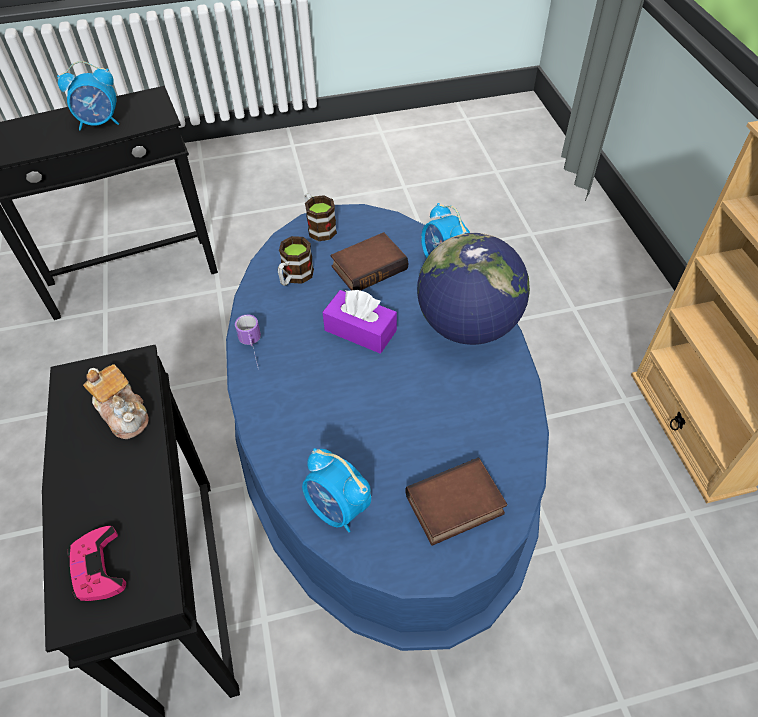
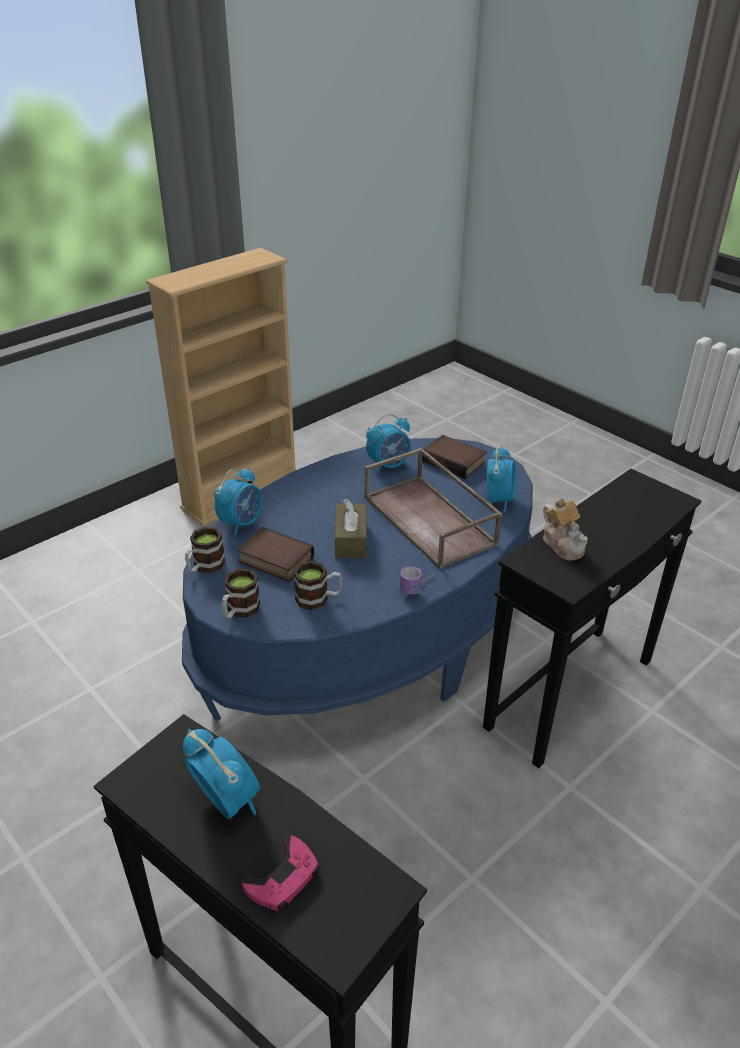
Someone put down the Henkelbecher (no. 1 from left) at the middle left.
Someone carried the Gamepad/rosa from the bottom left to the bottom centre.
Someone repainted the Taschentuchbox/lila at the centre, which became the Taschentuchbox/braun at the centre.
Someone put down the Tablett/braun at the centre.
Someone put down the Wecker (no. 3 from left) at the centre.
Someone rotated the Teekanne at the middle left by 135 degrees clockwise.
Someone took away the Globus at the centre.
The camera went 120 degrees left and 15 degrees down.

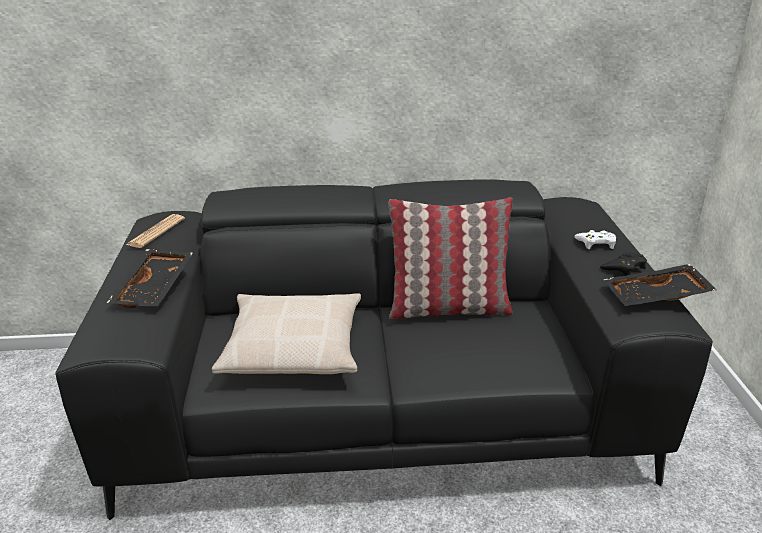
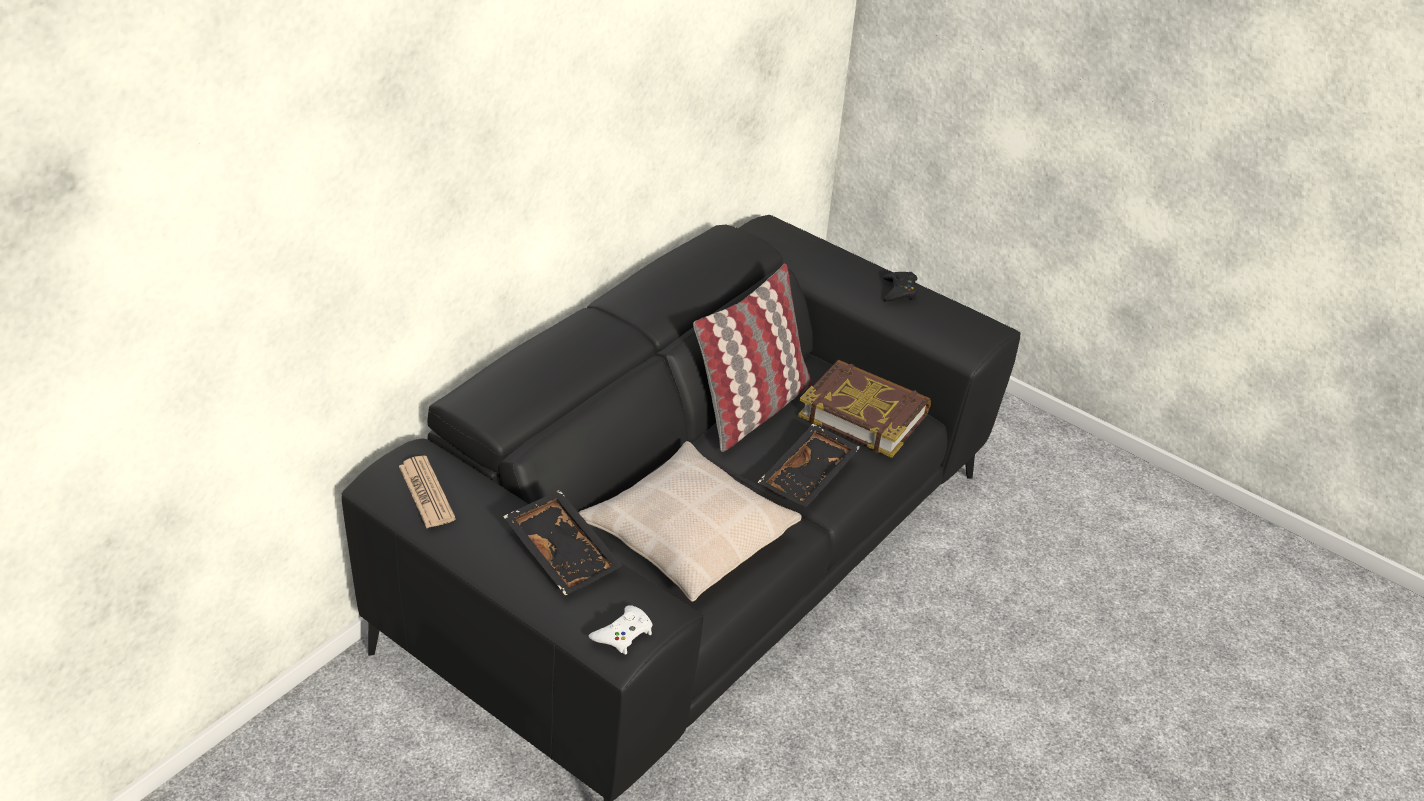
Someone carried the Gamepad/weiß from the middle right to the bottom centre.
Someone carried the Tablett/schwarz (no. 2 from left) from the middle right to the centre.
Someone put down the Buch at the centre.
The camera went 50 degrees left and 10 degrees up.

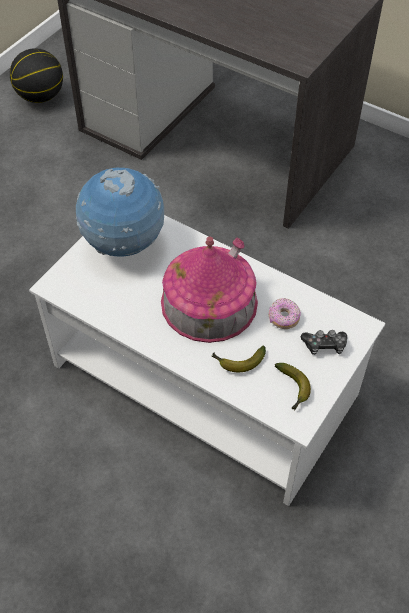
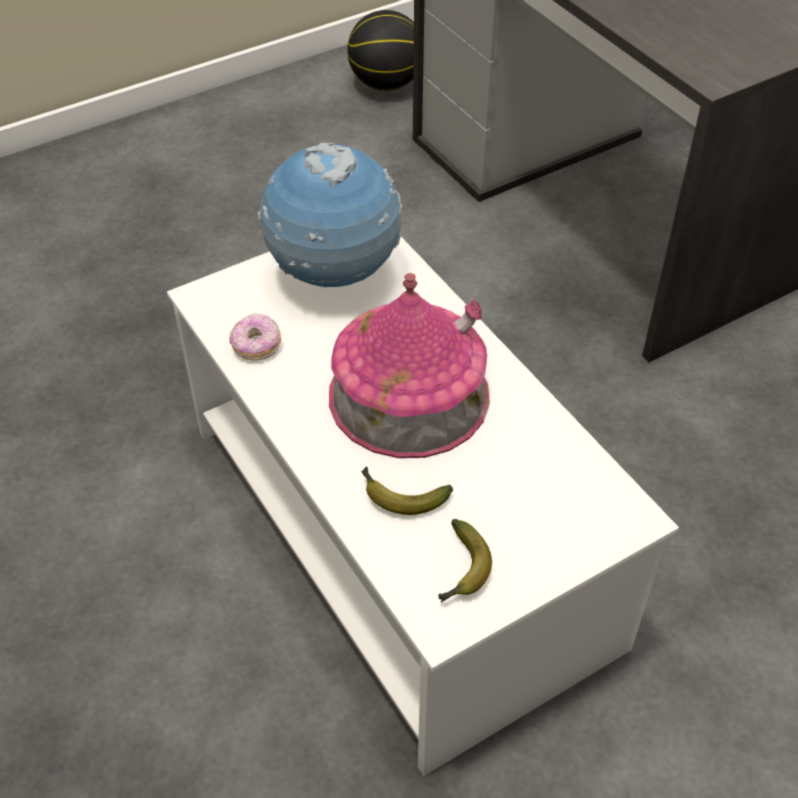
Someone carried the Donut from the middle right to the middle left.
Someone took away the Gamepad at the middle right.
The camera went 25 degrees right and 5 degrees down.

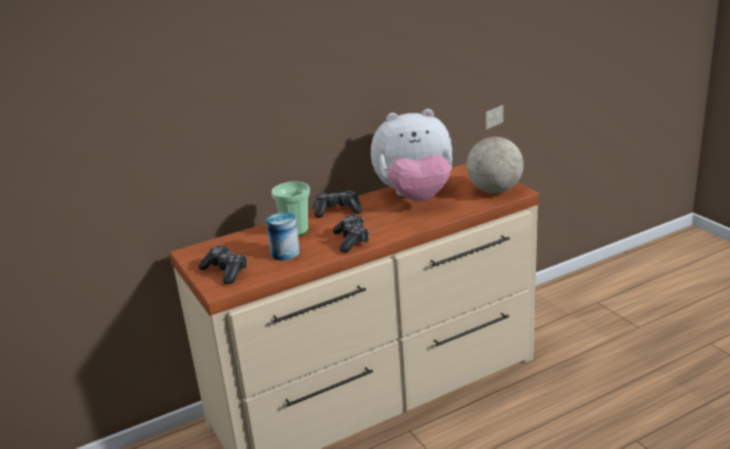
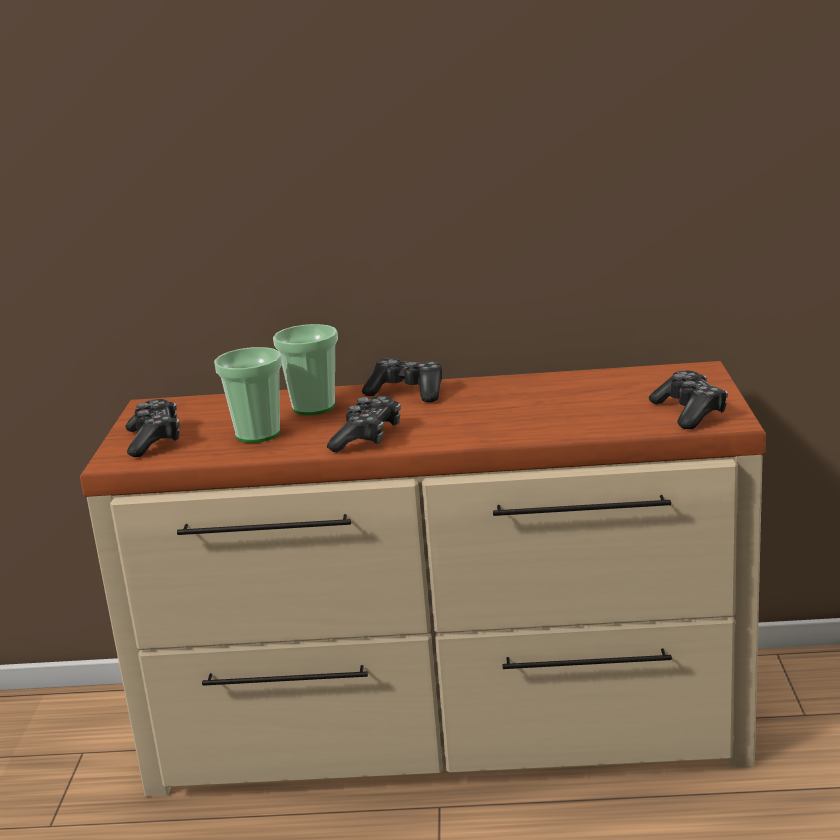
Someone swapped the Dose at the centre for the Tasse (no. 1 from left) at the middle left.
Someone swapped the Globus at the top right for the Gamepad (no. 4 from left) at the middle right.
Someone took away the Plüschtier at the centre.
The camera went 30 degrees right and 5 degrees down.

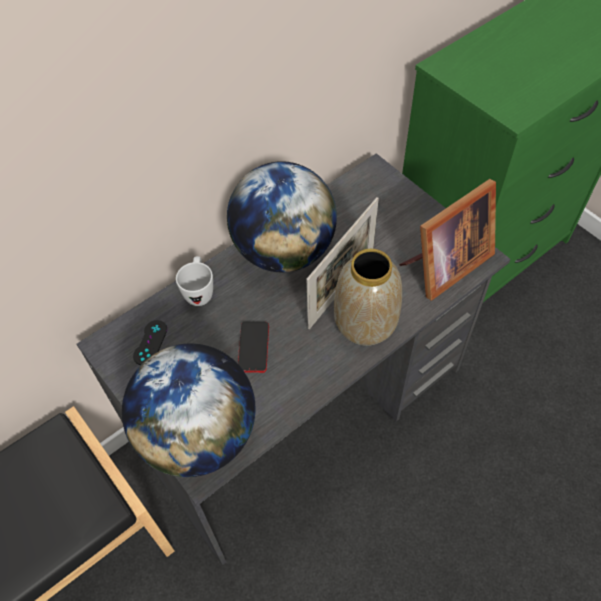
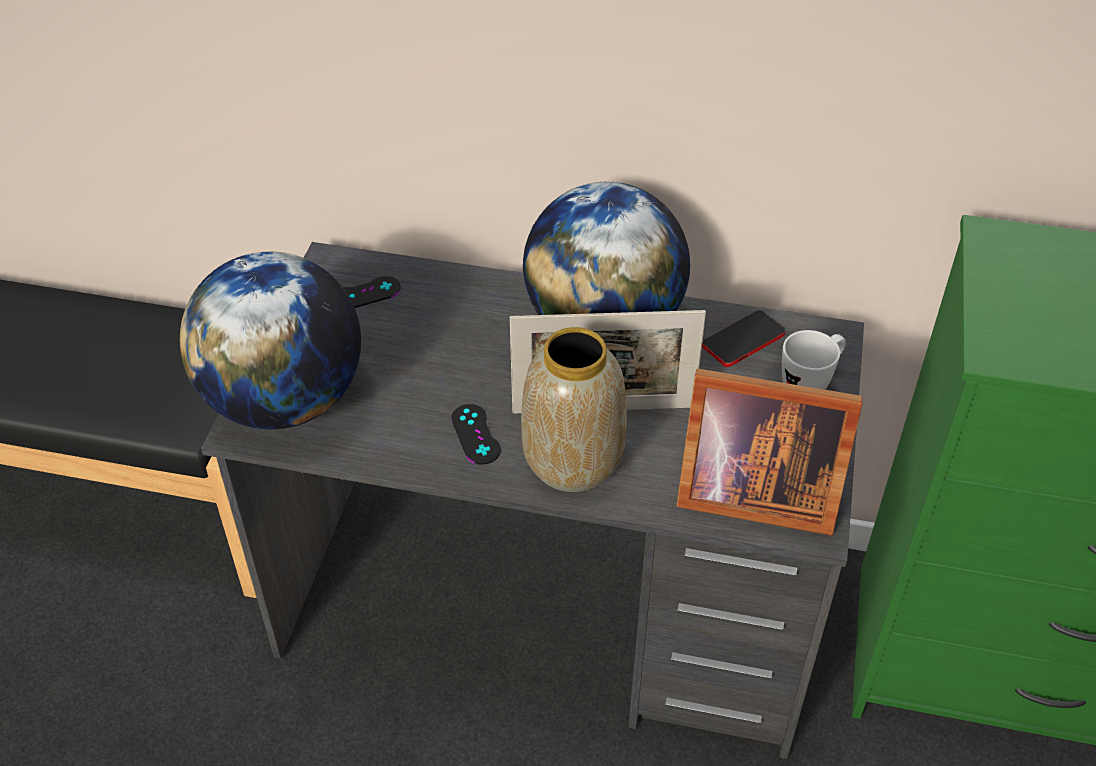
Someone put down the Gamepad/schwarz (no. 2 from left) at the centre.
Someone carried the Handy from the centre to the middle right.
Someone carried the Henkelbecher/weiß from the middle left to the middle right.
The camera went 50 degrees right and 10 degrees down.

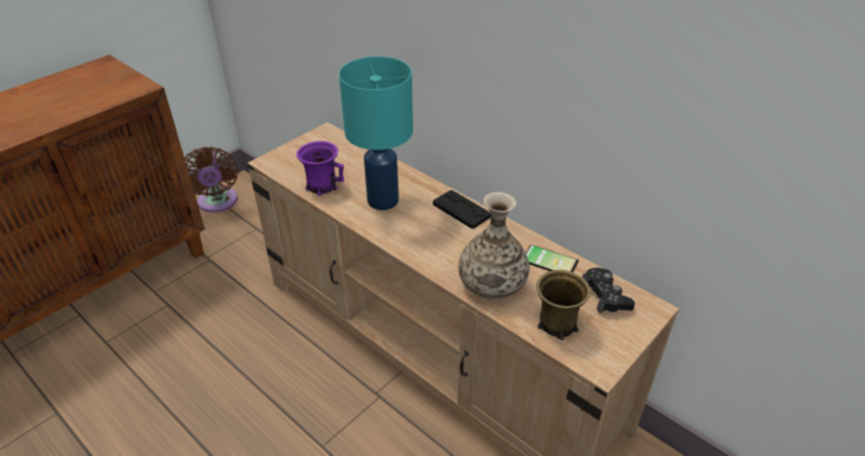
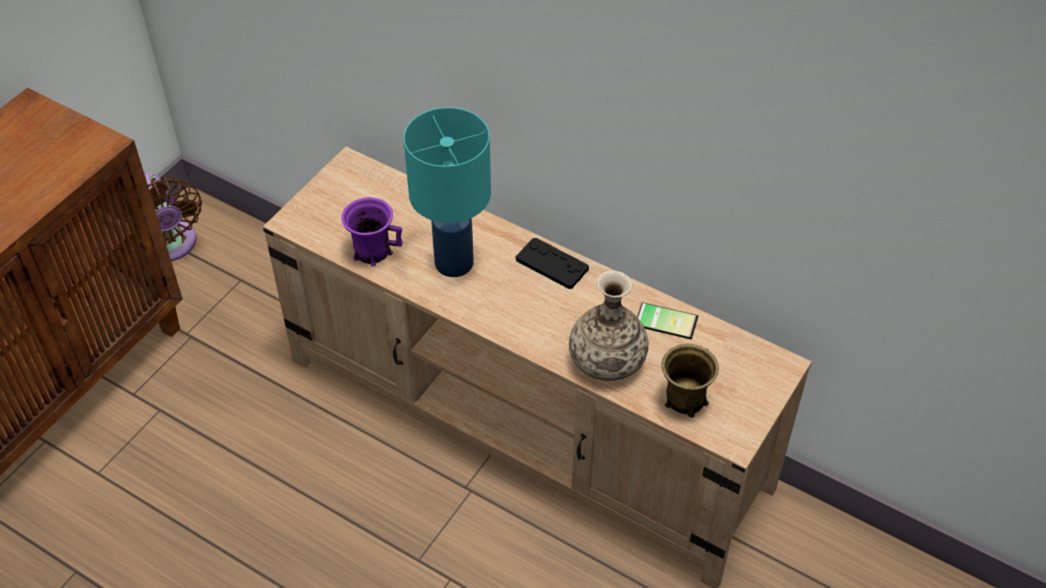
Someone took away the Gamepad/schwarz (no. 2 from left) at the middle right.
The camera went 10 degrees left and 10 degrees up.

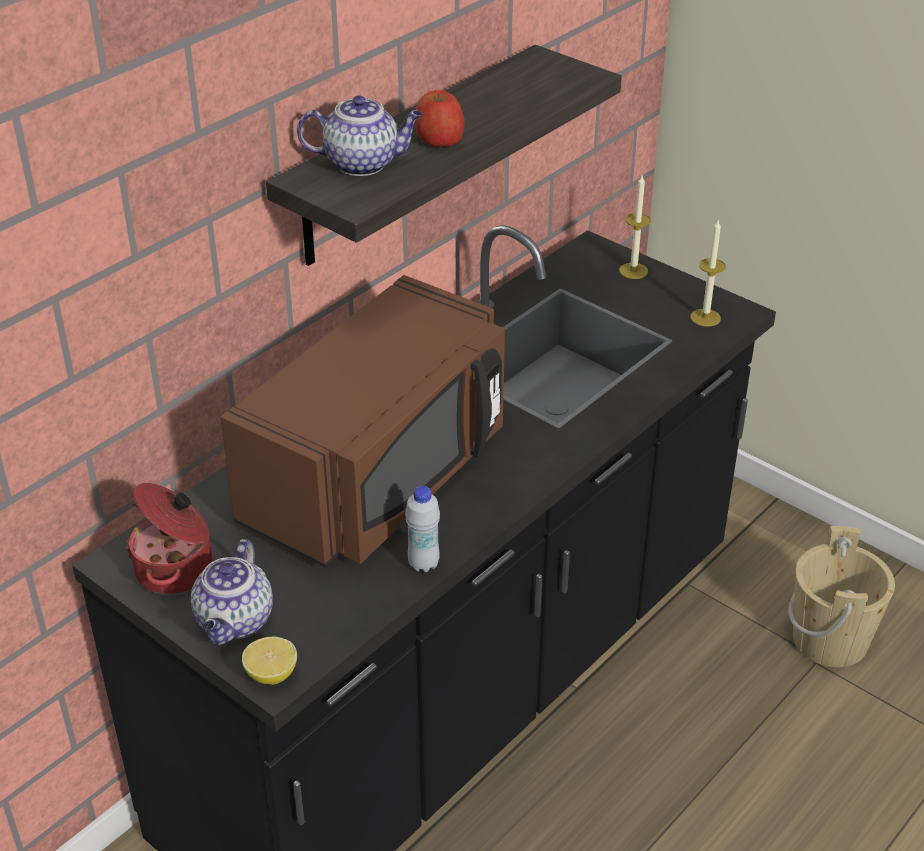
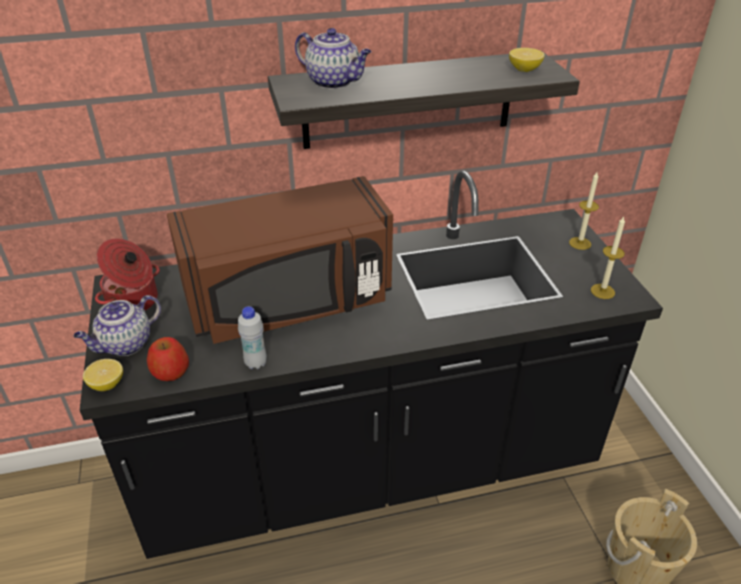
Someone carried the Apfel from the top centre to the middle left.
Someone put down the Zitrone (no. 2 from left) at the top right.
The camera went 35 degrees right and 0 degrees up.

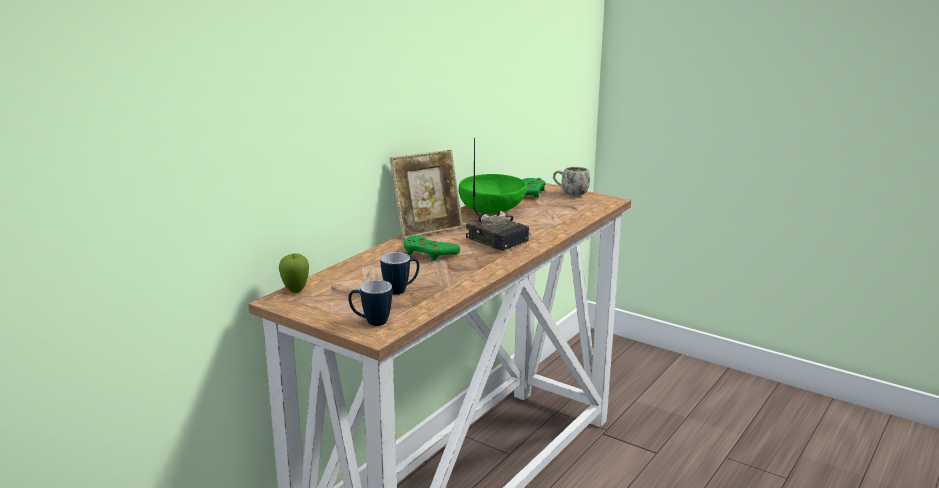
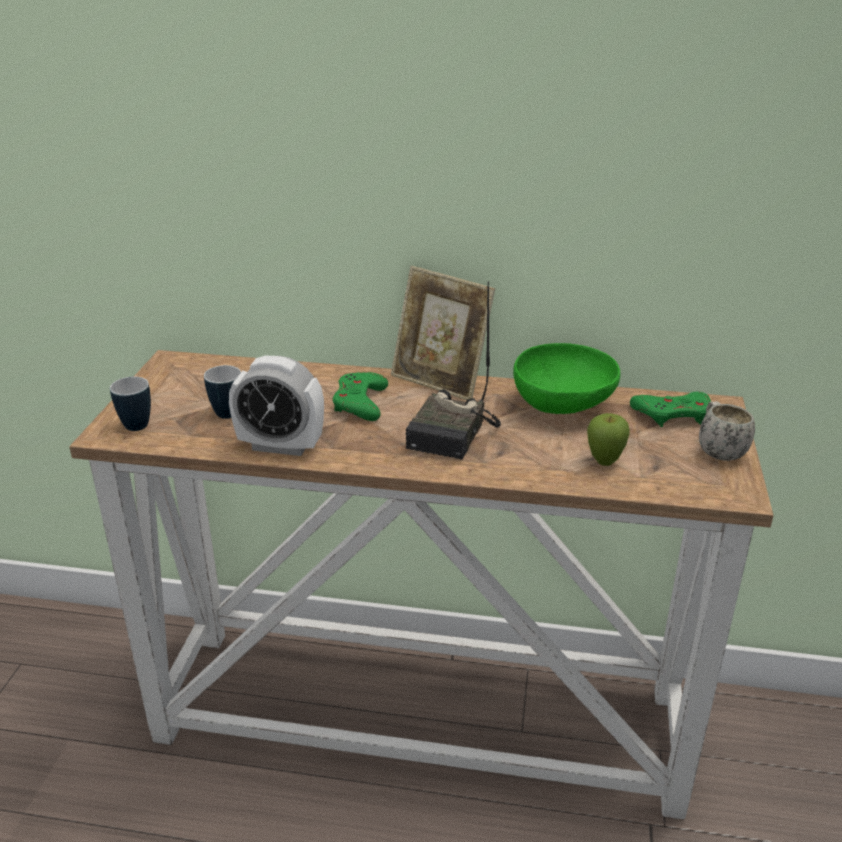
Someone put down the Wecker at the middle left.
Someone carried the Apfel from the middle left to the middle right.
The camera went 65 degrees right and 10 degrees up.

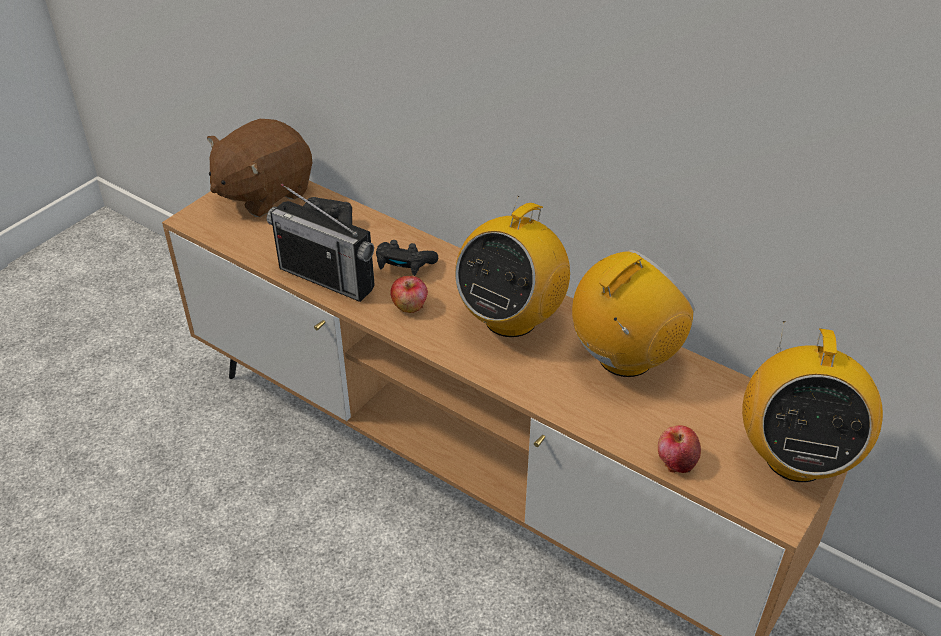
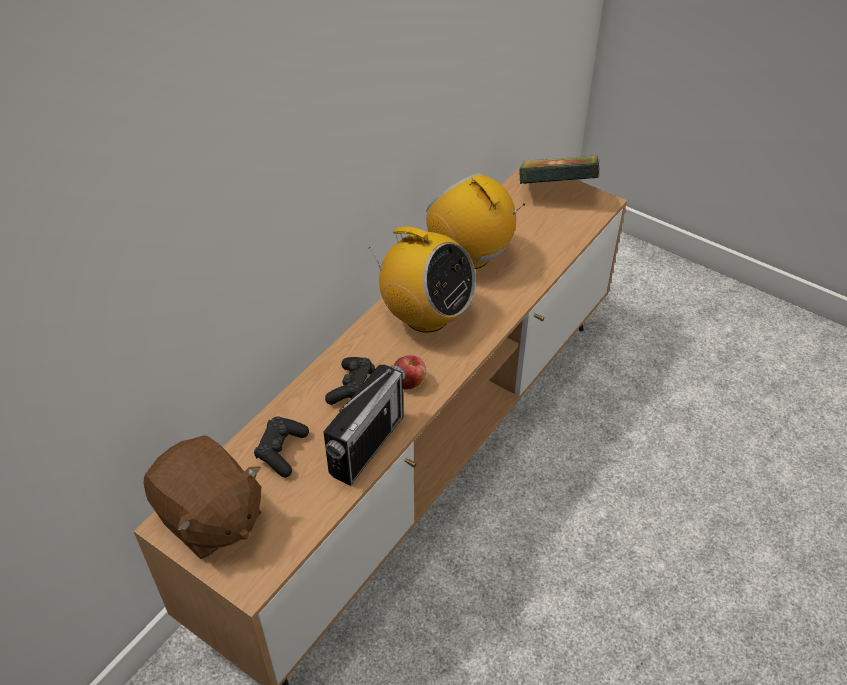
Someone swapped the Radio (no. 4 from left) at the middle right for the Buch at the top centre.
Someone took away the Apfel (no. 2 from left) at the bottom right.
The camera went 90 degrees left and 5 degrees up.

